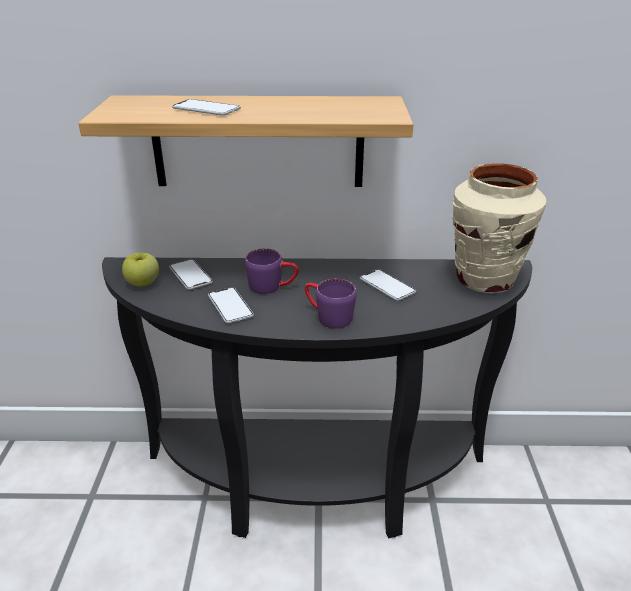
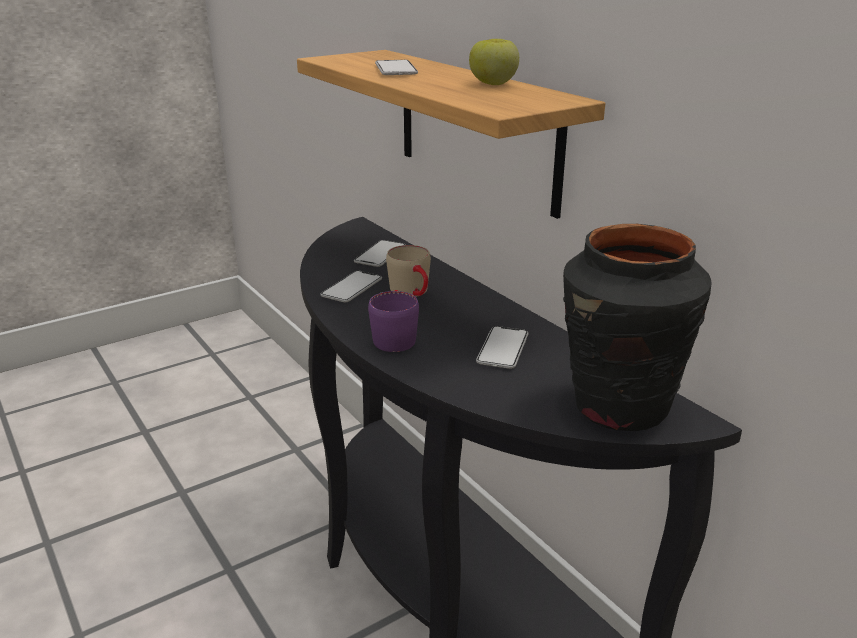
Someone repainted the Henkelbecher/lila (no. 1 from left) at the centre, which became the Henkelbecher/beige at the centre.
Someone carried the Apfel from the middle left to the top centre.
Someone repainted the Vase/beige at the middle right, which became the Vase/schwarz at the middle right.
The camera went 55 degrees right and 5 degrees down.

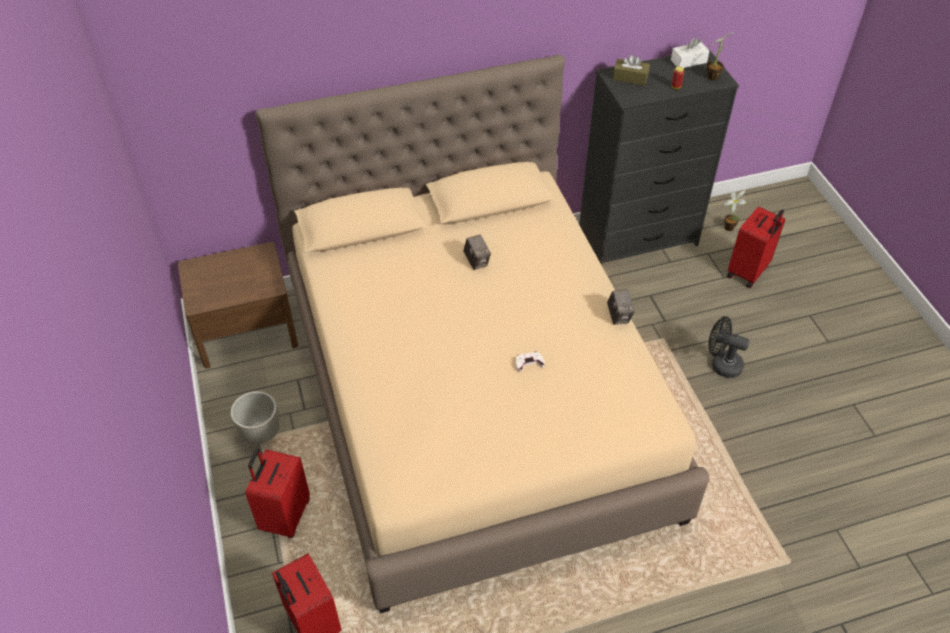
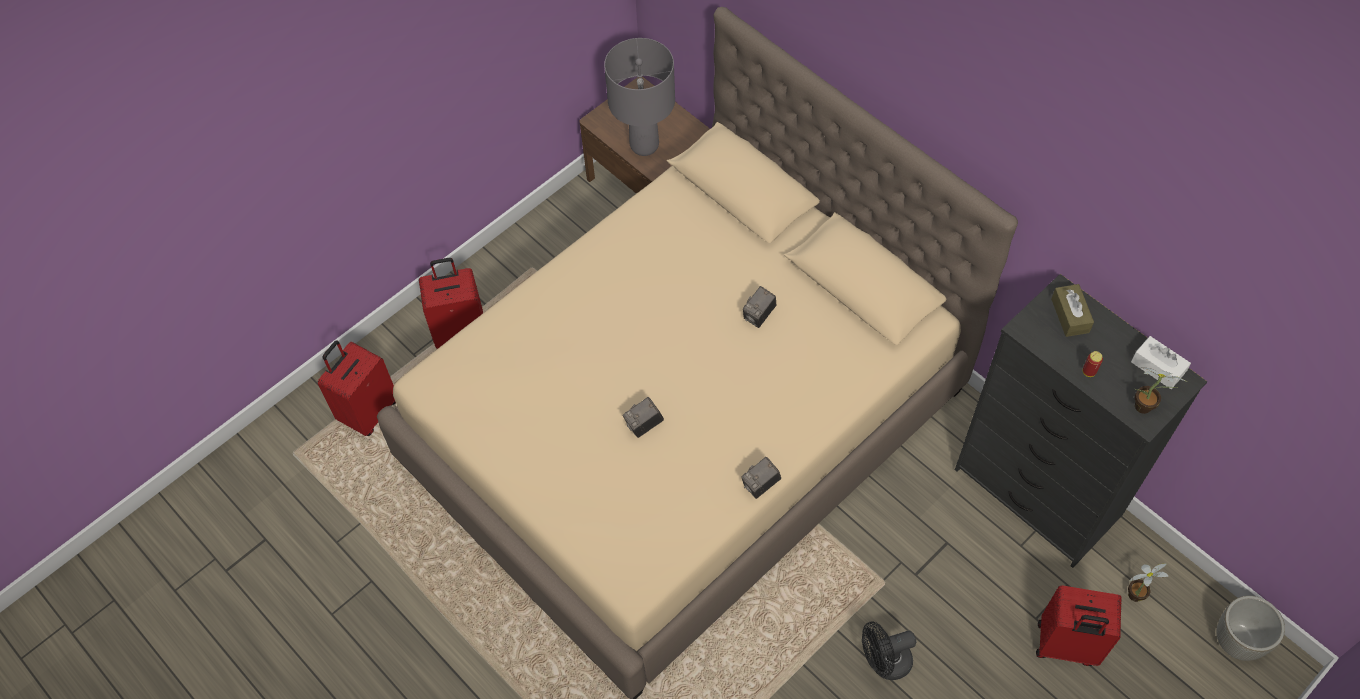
Someone put down the Tischlampe/grau at the top centre.
Someone swapped the Gamepad/weiß at the centre for the Kamera (no. 1 from left) at the centre.
Someone rotated the Ventilator/schwarz at the middle right by 105 degrees counterclockwise.
Someone carried the Pflanzkübel/grau from the middle left to the bottom right.
The camera went 65 degrees right and 10 degrees up.

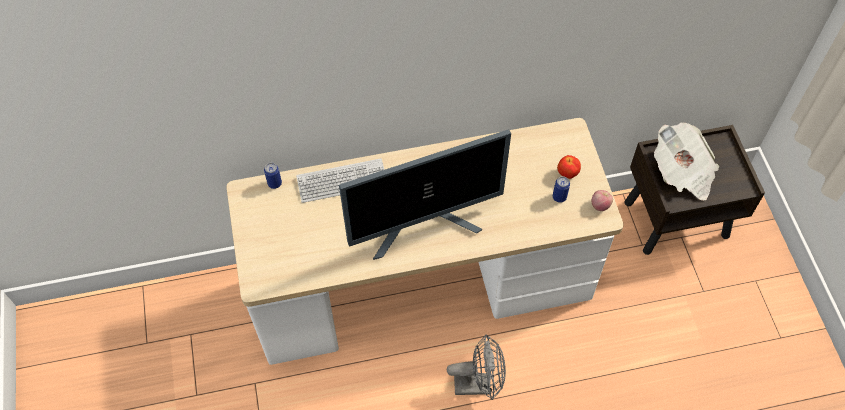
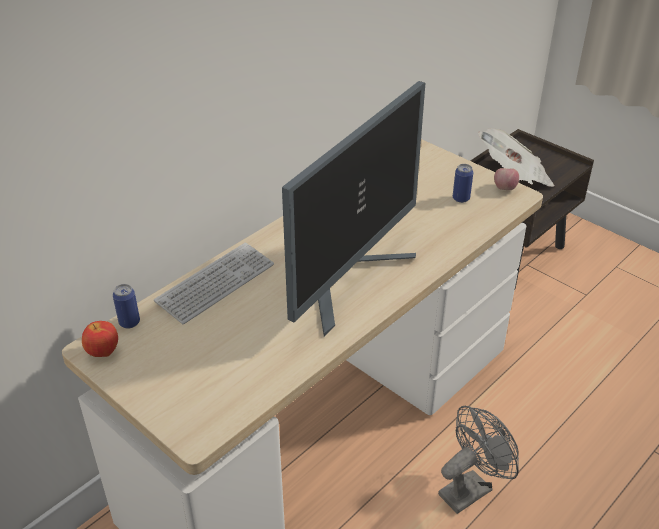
Someone carried the Apfel (no. 1 from left) from the middle right to the middle left.
The camera went 35 degrees left and 20 degrees down.

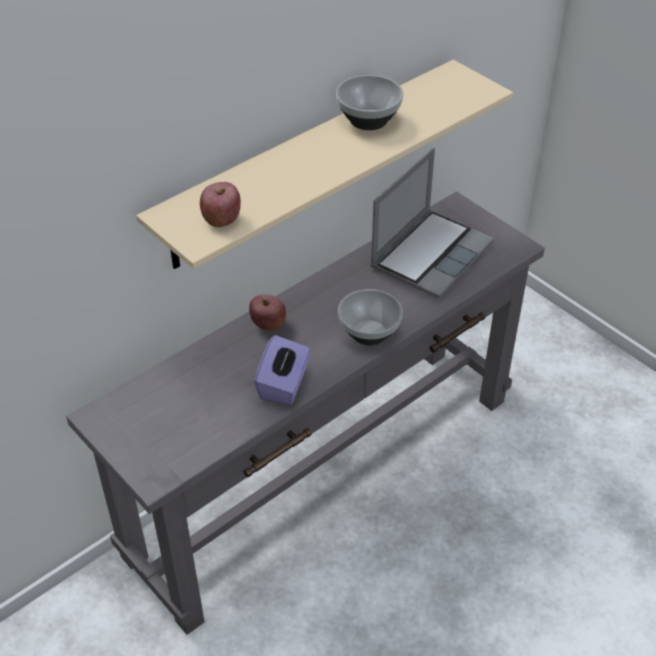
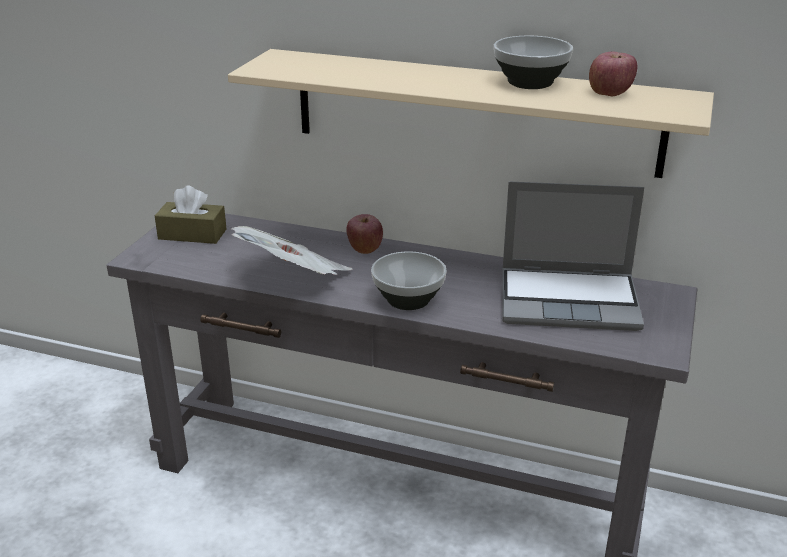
Someone put down the Taschentuchbox/braun at the middle left.
Someone swapped the Taschentuchbox/lila at the centre for the Zeitung at the centre.
Someone carried the Apfel (no. 1 from left in the first image) from the top centre to the top right.
The camera went 60 degrees right and 15 degrees down.

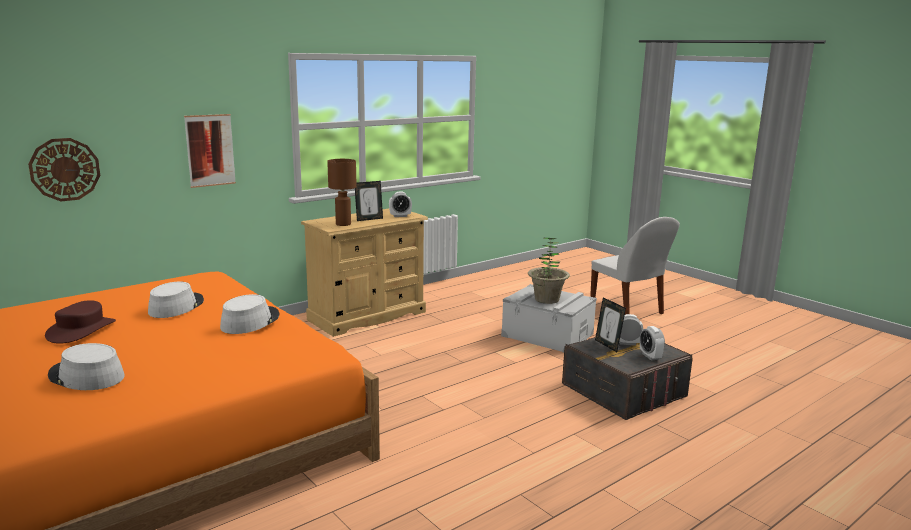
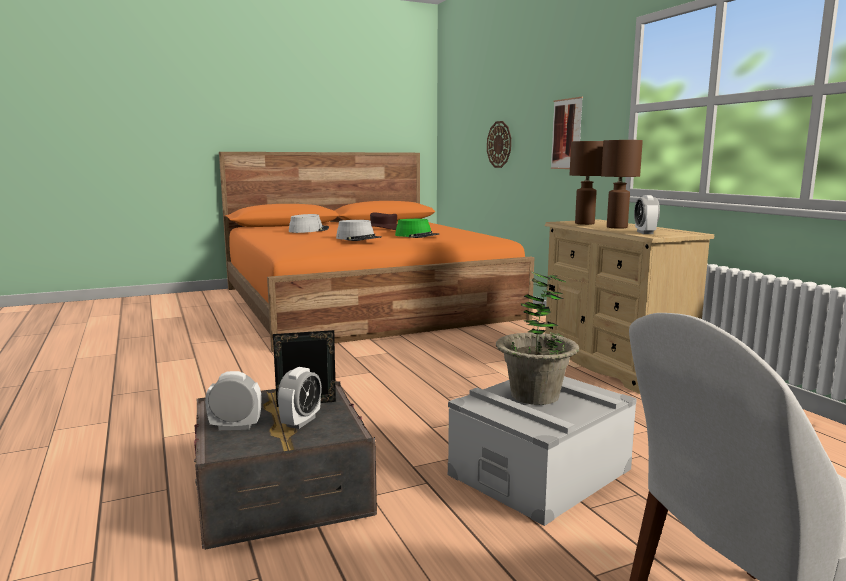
Someone repainted the Hut/grau (no. 2 from left) at the middle left, which became the Hut/grün at the centre.
Someone swapped the Bilderrahmen (no. 1 from left) at the centre for the Tischlampe/braun (no. 2 from left) at the top right.
The camera went 105 degrees right and 5 degrees down.

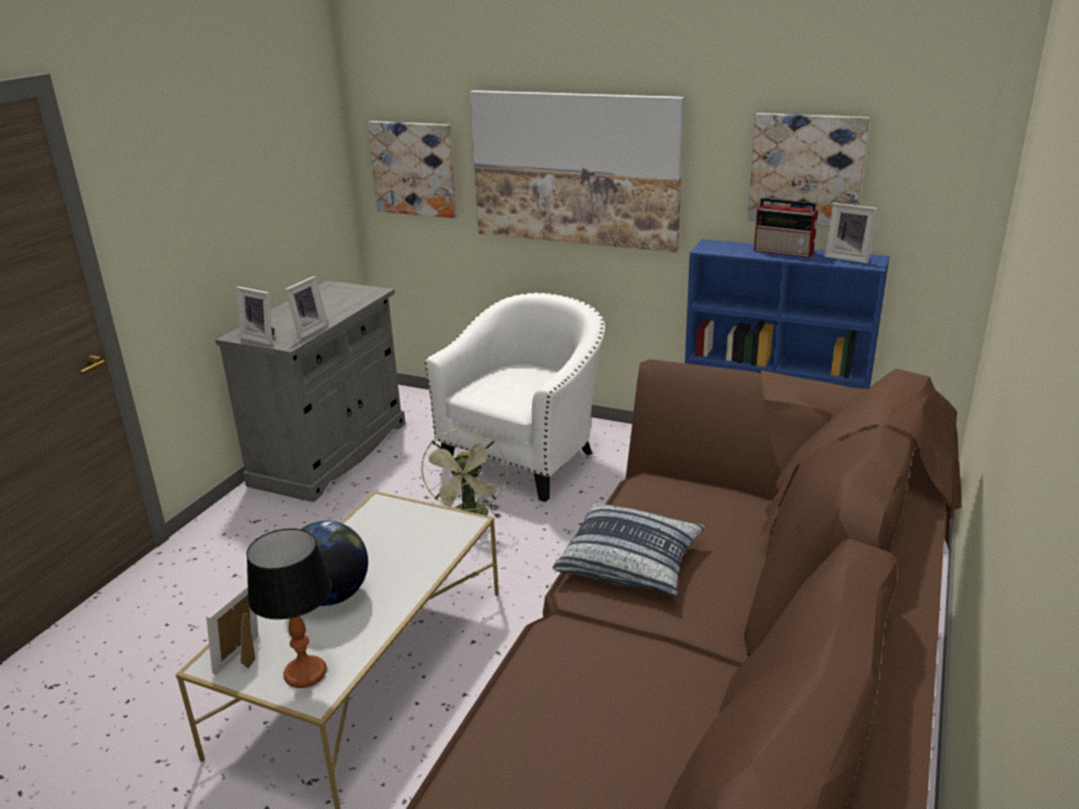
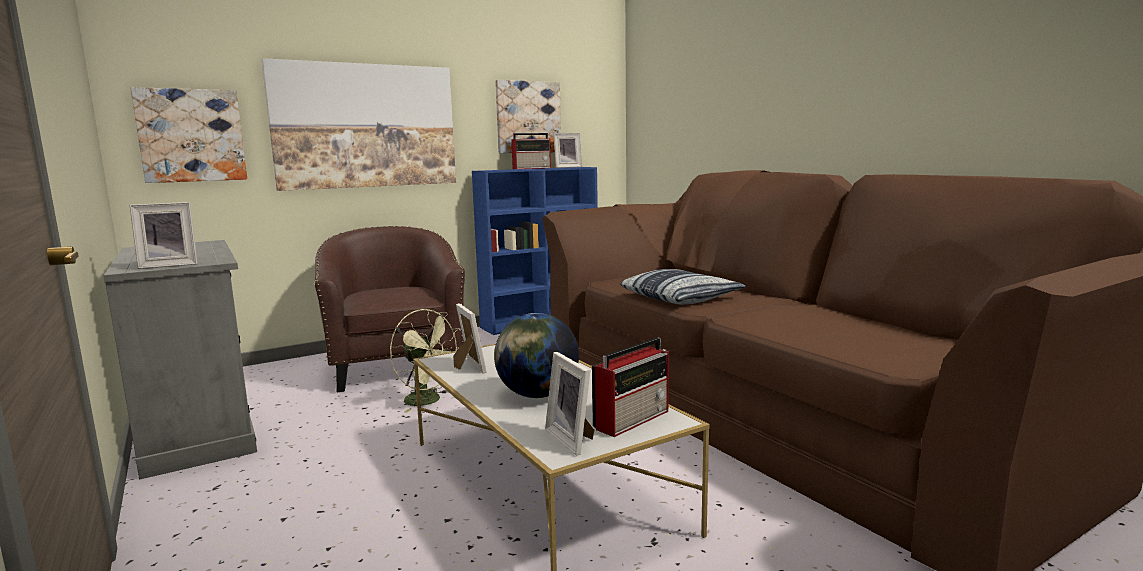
Someone repainted the Sessel/weiß at the centre, which became the Sessel/braun at the centre.
Someone carried the Bilderrahmen (no. 3 from left in the first image) from the middle left to the centre.
Someone swapped the Tischlampe at the bottom left for the Radio (no. 2 from left) at the bottom centre.
The camera went 55 degrees left and 15 degrees down.

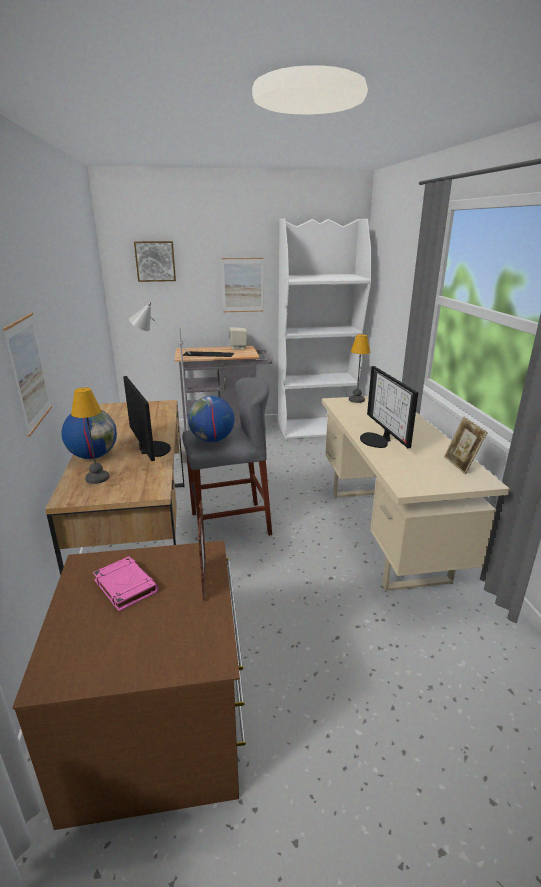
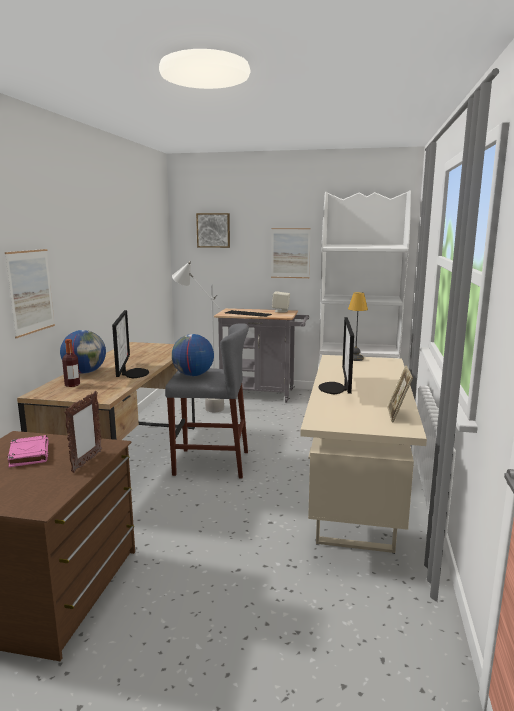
Someone swapped the Tischlampe (no. 1 from left) at the middle left for the Flasche at the middle left.
The camera went 20 degrees right and 10 degrees down.

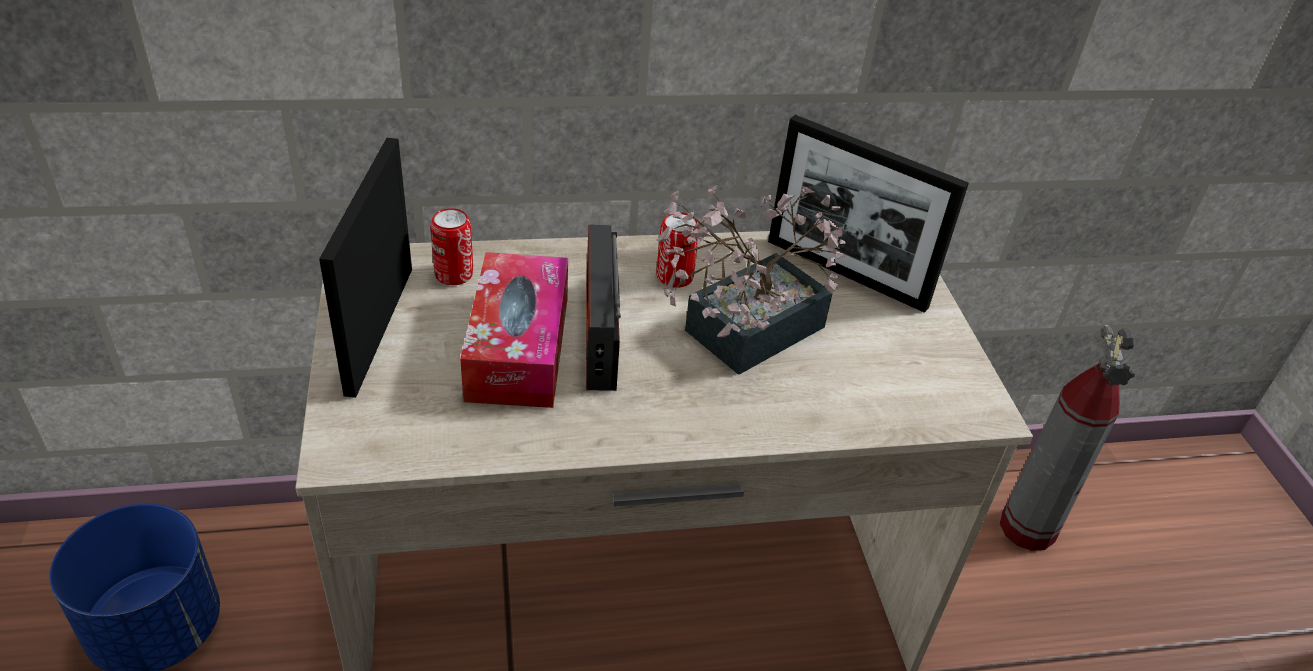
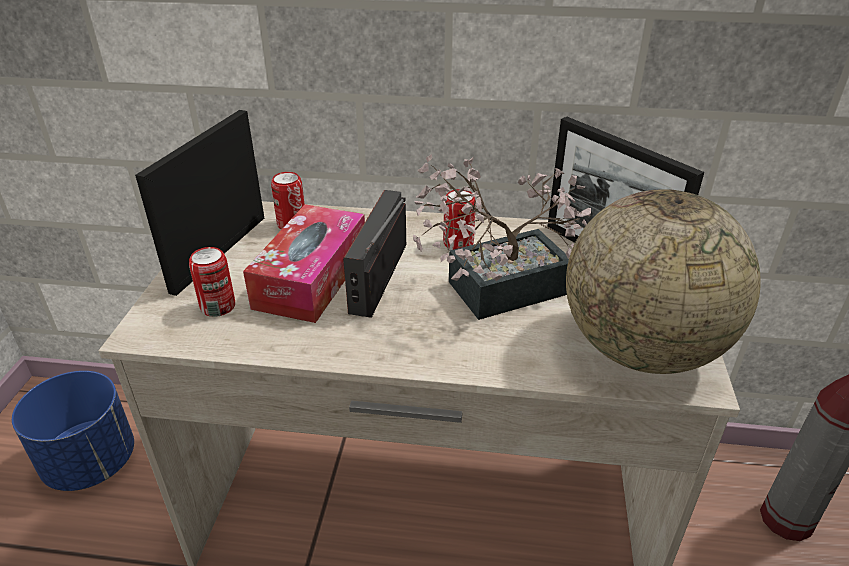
Someone put down the Dose (no. 1 from left) at the middle left.
Someone put down the Globus at the middle right.
The camera went 20 degrees right and 5 degrees down.

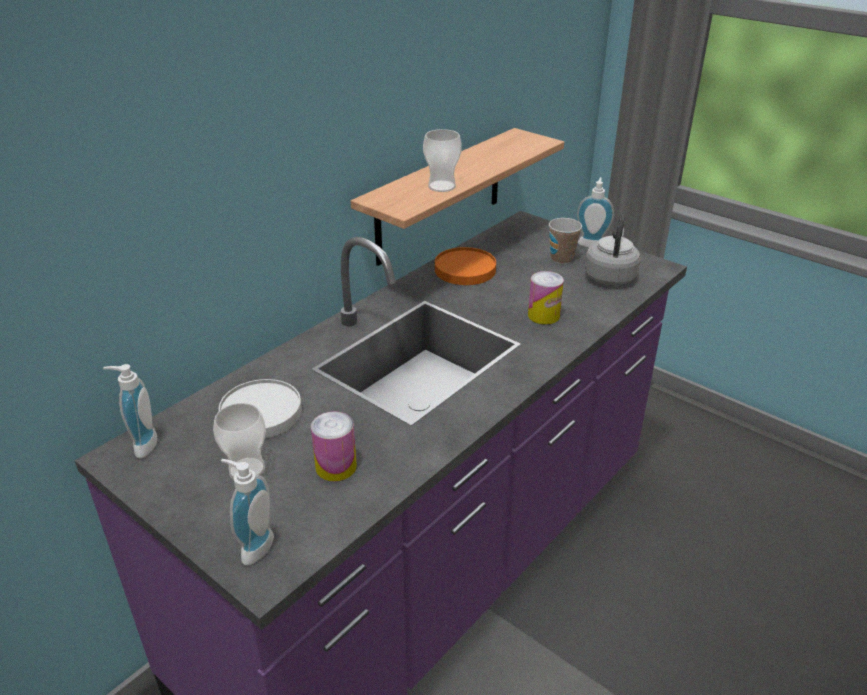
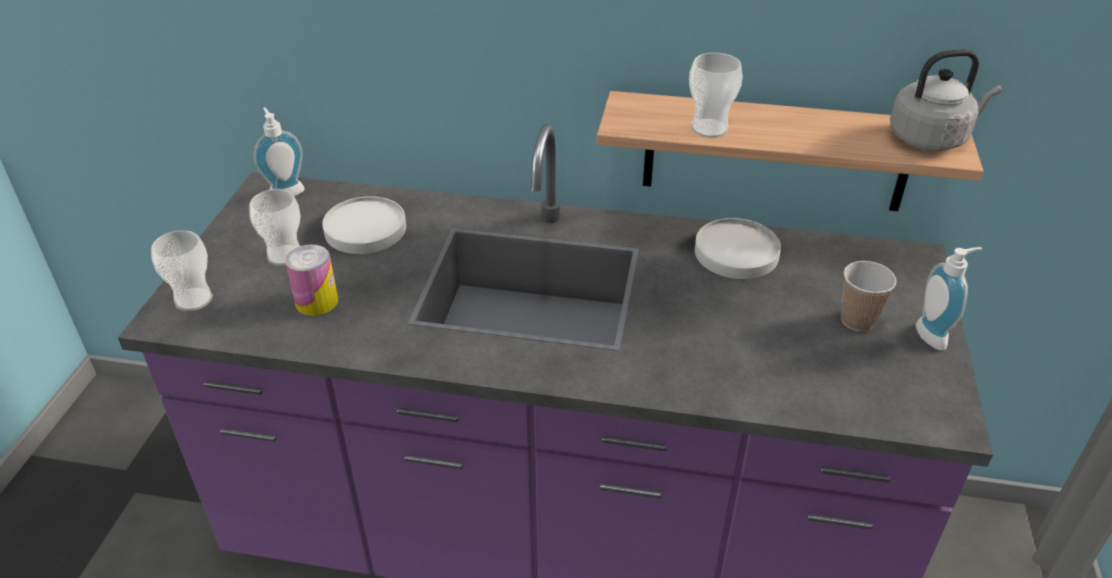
Someone swapped the Seifenspender (no. 2 from left) at the bottom left for the Tasse (no. 1 from left) at the middle left.
Someone repainted the Teller/orange at the centre, which became the Teller/weiß (no. 2 from left) at the centre.
Someone carried the Wasserkessel/grau from the middle right to the top right.
Someone took away the Dose (no. 2 from left) at the centre.
The camera went 60 degrees right and 5 degrees up.

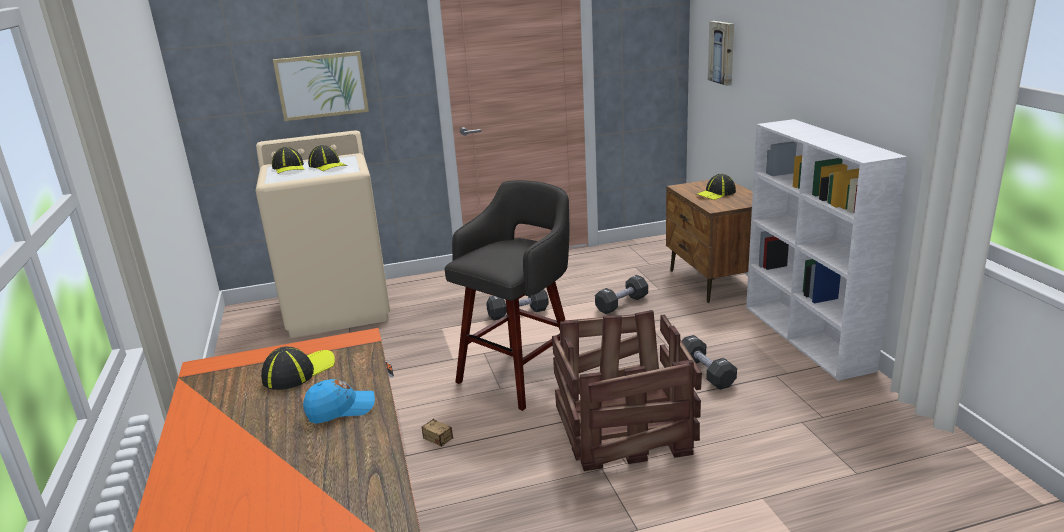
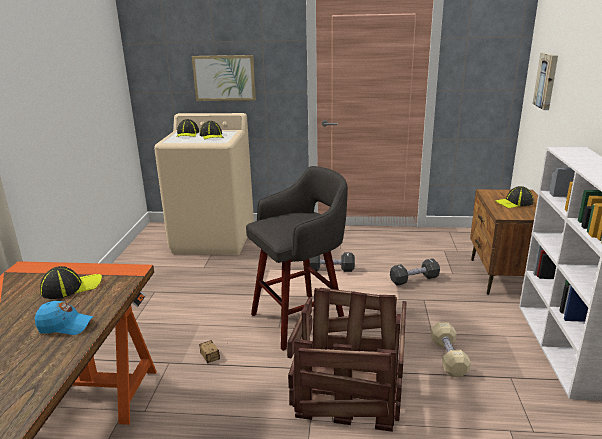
Someone repainted the Hantel/schwarz (no. 3 from left) at the bottom centre, which became the Hantel/beige at the bottom right.
The camera went 20 degrees right and 0 degrees up.

